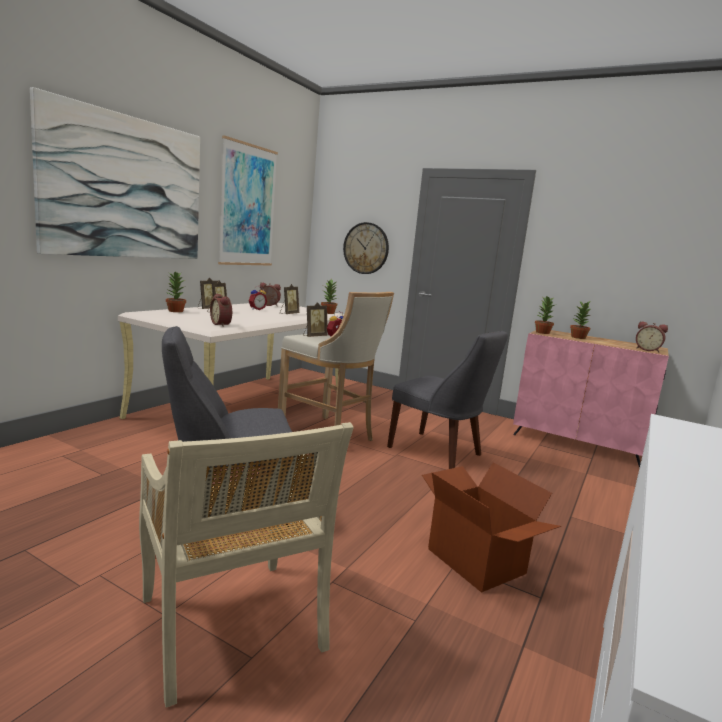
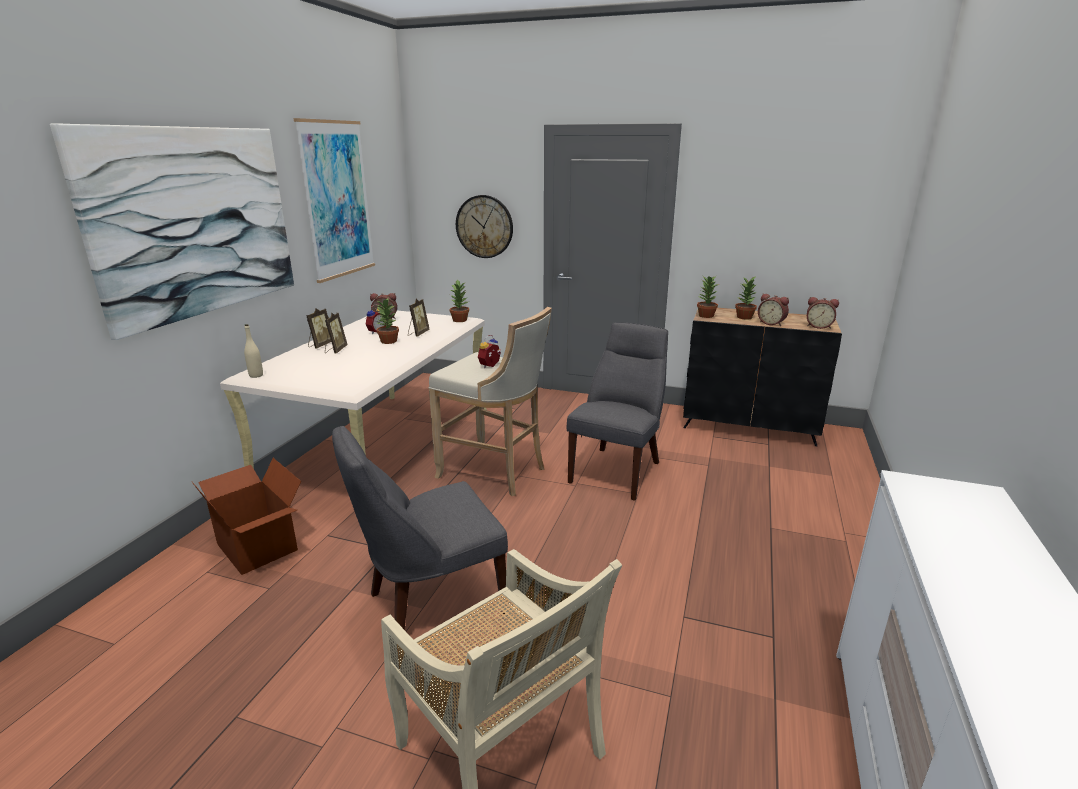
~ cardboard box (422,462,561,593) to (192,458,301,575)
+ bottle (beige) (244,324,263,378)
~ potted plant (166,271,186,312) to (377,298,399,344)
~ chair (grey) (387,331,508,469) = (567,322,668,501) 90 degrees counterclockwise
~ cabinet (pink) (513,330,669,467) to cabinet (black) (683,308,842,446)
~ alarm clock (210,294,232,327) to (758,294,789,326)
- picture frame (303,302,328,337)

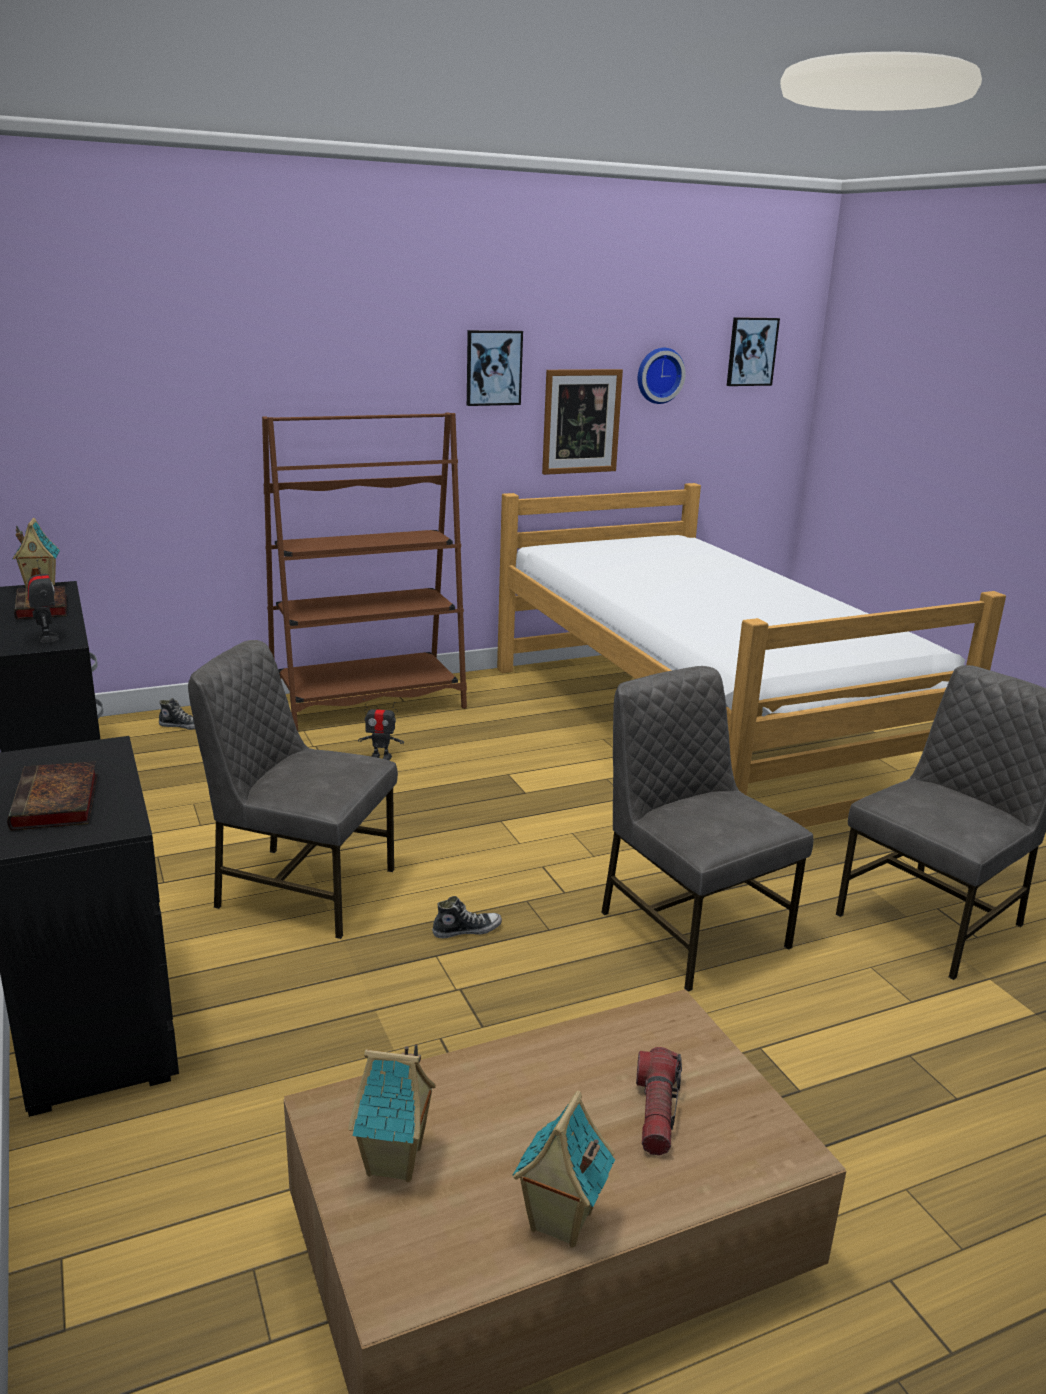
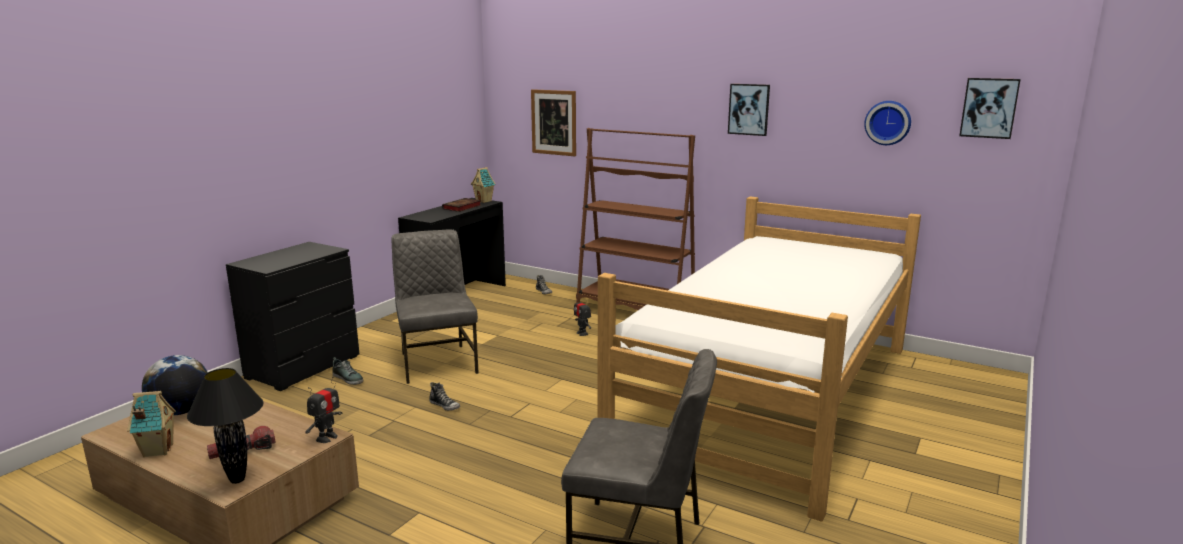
~ toy house (348,1044,436,1182) to globe (142,355,208,415)
+ table lamp (black) (187,368,264,484)
~ toy robot (27,560,59,643) to (305,377,342,443)
+ shoe (333,357,363,385)
~ picture (542,369,623,475) to (531,89,576,156)
- book (7,761,98,831)
- chair (grey) (601,666,813,992)

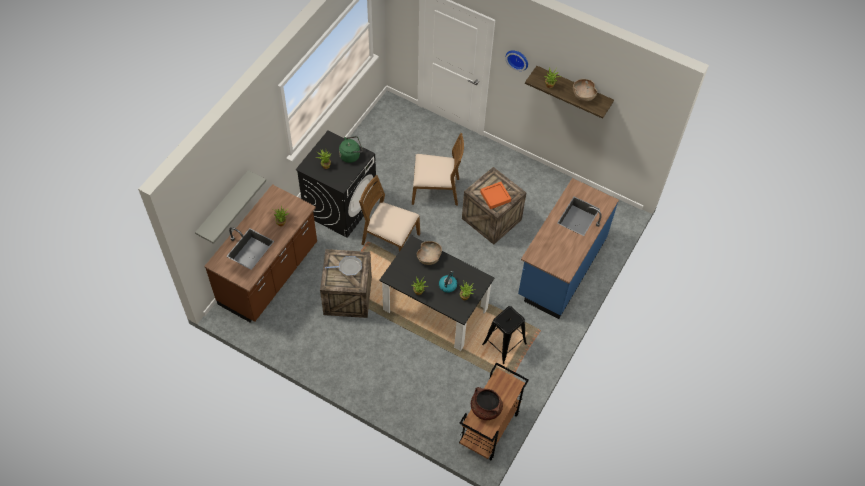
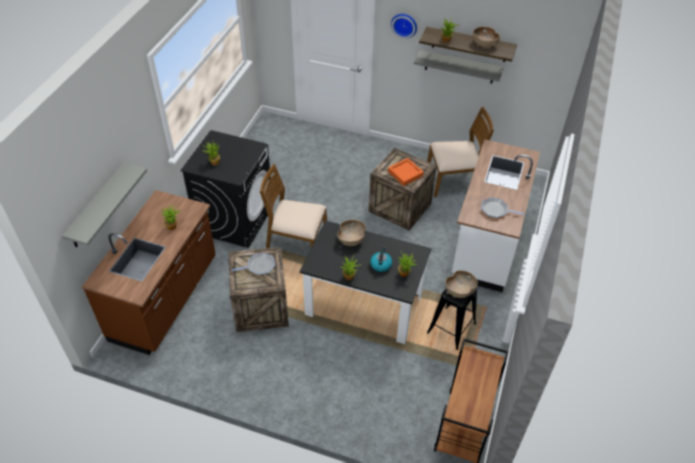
+ shelf (grey) (414,50,504,84)
~ chair (brown) (412,133,464,205) to (427,106,494,197)
+ bowl (brown) (445,270,478,298)
~ counter (blue) (518,178,619,319) to counter (white) (452,139,540,292)
+ frying pan (481,197,524,218)
- kettle (green) (339,136,363,163)
- cooking pot (brown) (471,387,503,420)

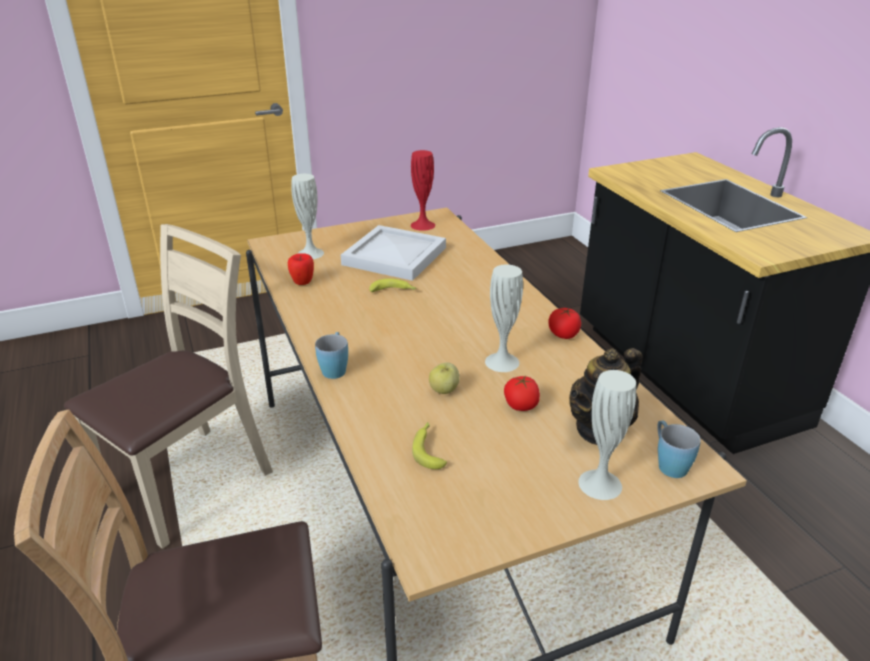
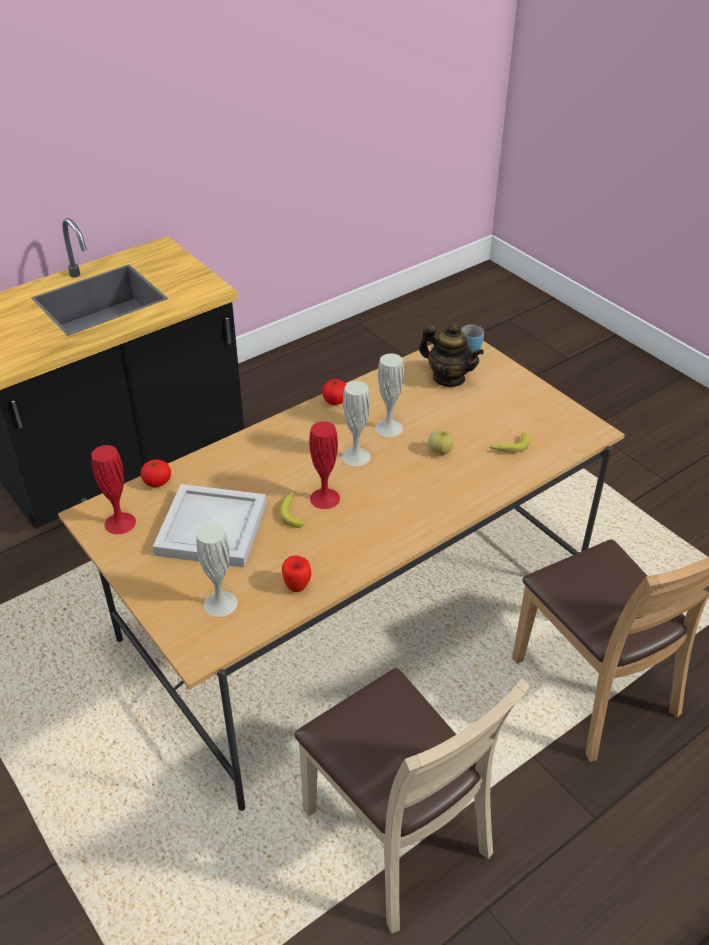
~ tomato (504,376,540,411) to (141,460,171,487)
~ chair (beige) (64,224,273,549) = (294,668,530,934) 150 degrees counterclockwise
+ vase (red) (309,421,340,509)
~ vase (white) (578,370,636,500) to (342,381,371,466)
- mug (blue) (315,332,348,379)

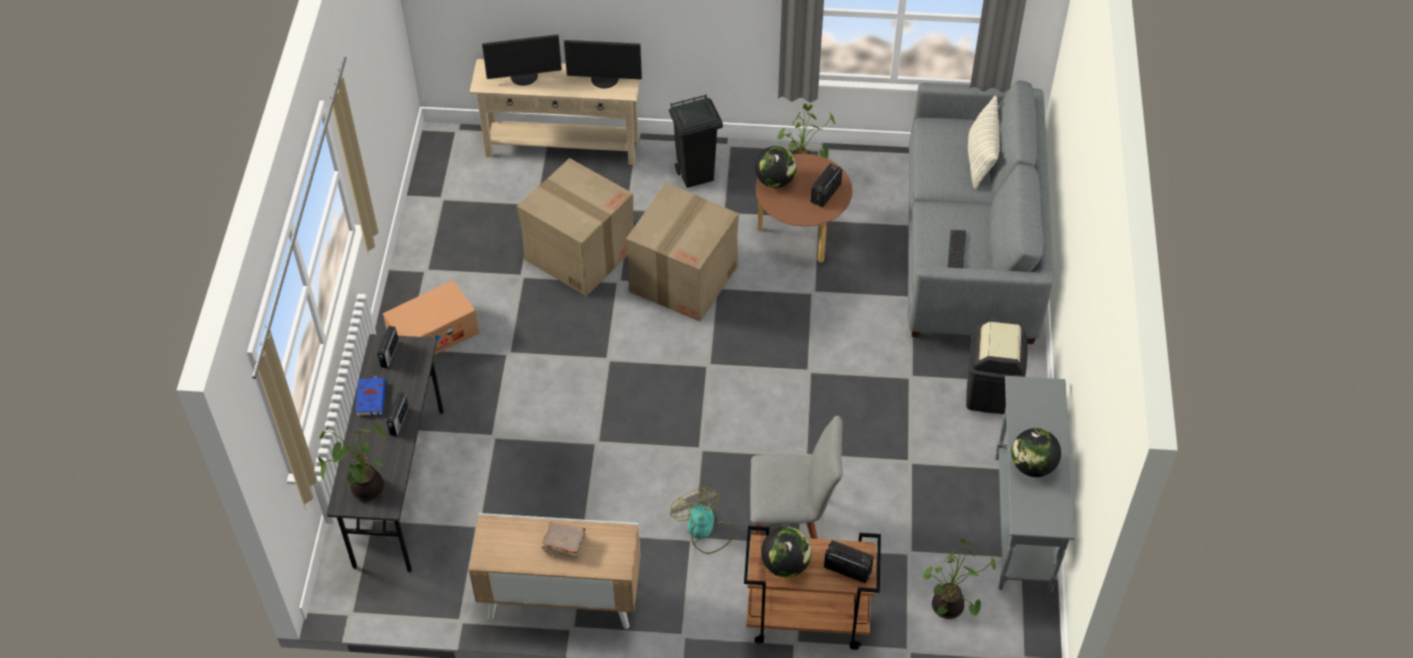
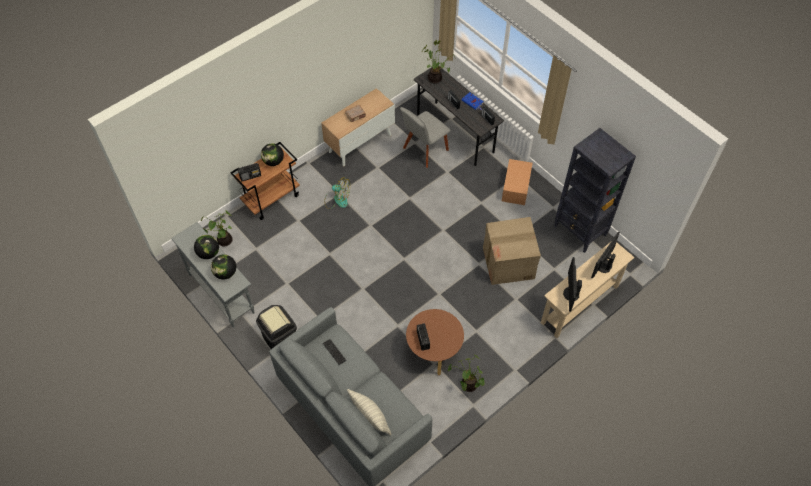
~ globe (755,146,797,188) to (211,255,236,280)
~ chair (grey) (750,416,843,539) to (400,107,450,168)
+ bookcase (black) (554,128,636,253)
~ monitor (564,40,642,88) = (563,257,582,312) 45 degrees counterclockwise
- cardboard box (626,183,739,322)
- trash can (black) (669,94,723,188)

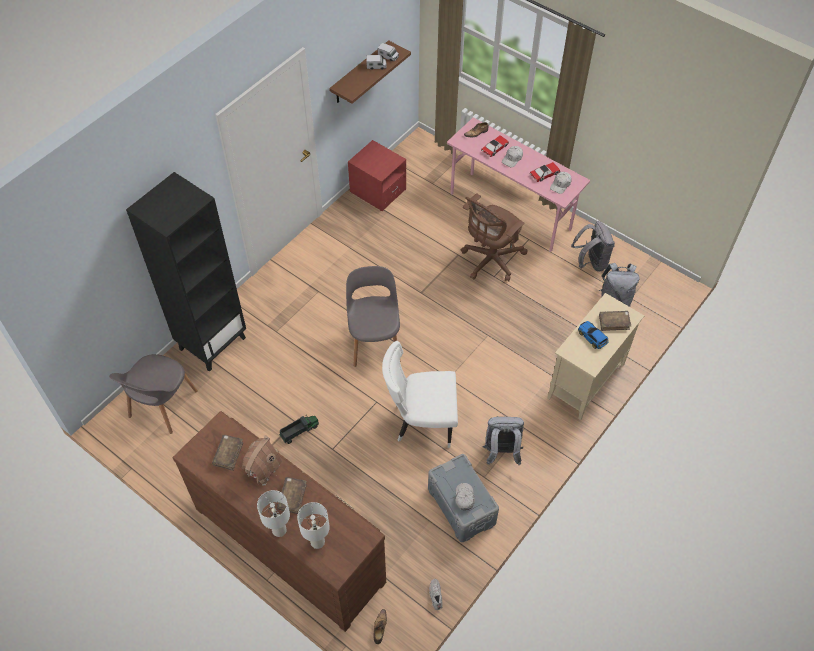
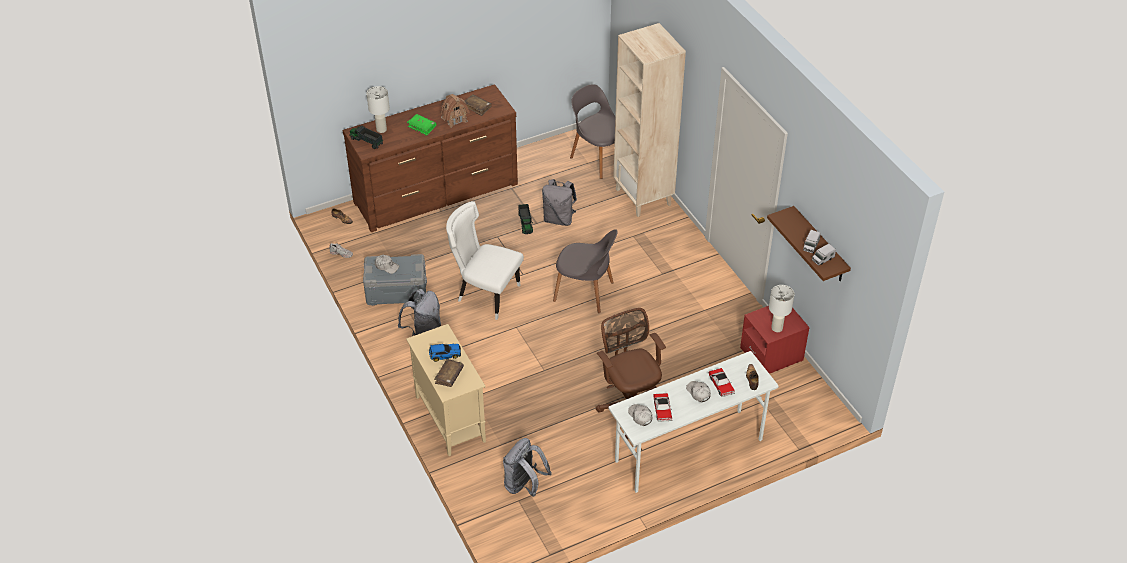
+ toy truck (349,126,383,149)
~ book (brown) (277,477,307,514) to book (green) (407,114,436,136)
~ chair (white) (382,341,458,448) = (446,201,524,320) 90 degrees counterclockwise
~ backpack (grey) (571,221,615,272) to (542,179,577,226)
~ desk (pink) (447,118,590,252) to desk (white) (609,351,779,493)
~ bookcase (black) (126,172,246,372) to bookcase (beige) (613,23,686,217)
~ table lamp (white) (257,490,290,537) to (769,285,795,332)

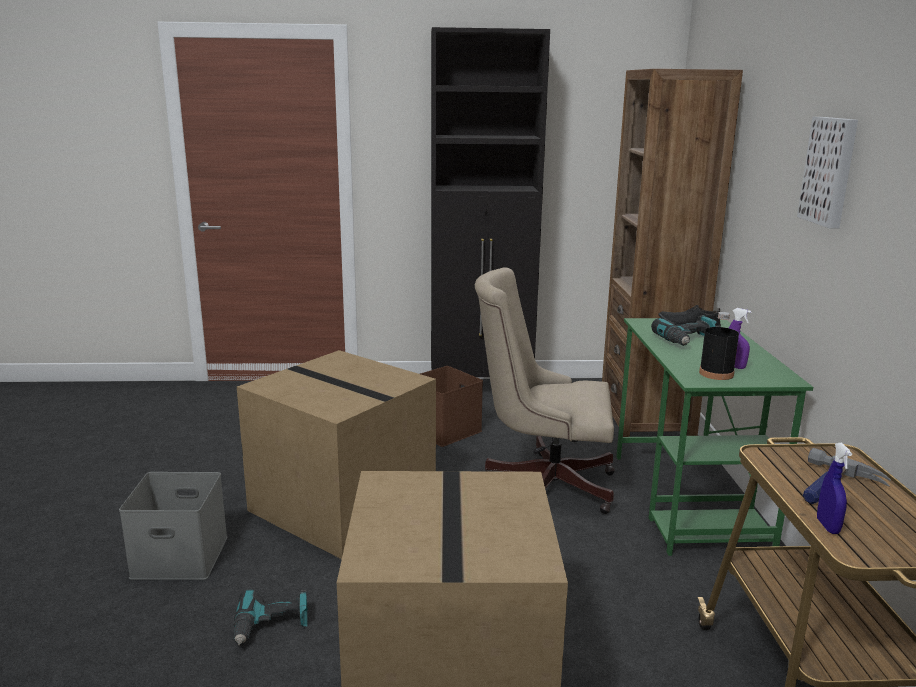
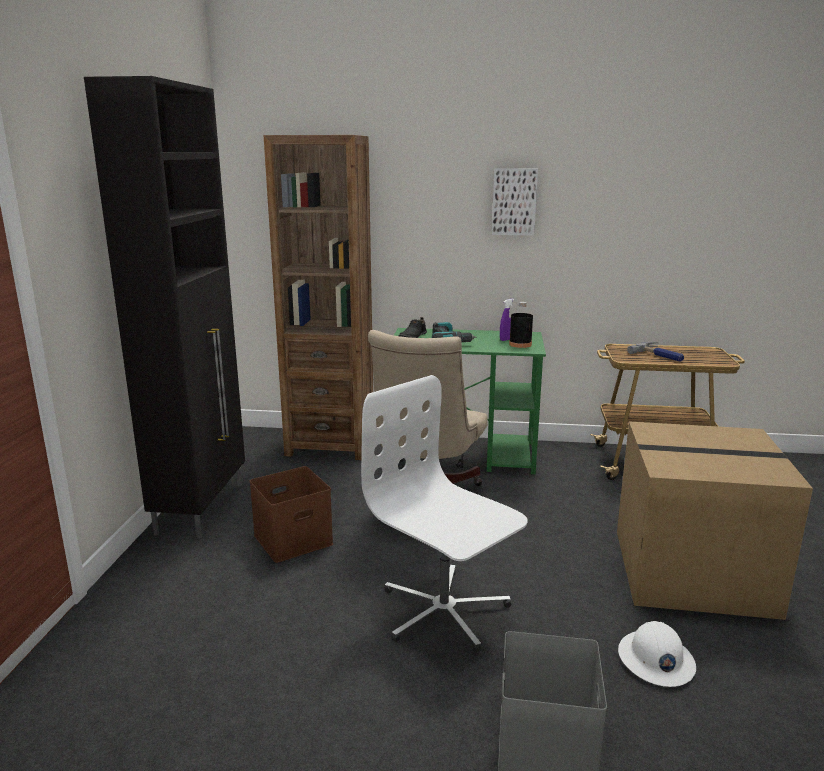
~ cardboard box (237,350,436,559) to office chair (white) (361,375,528,653)
~ power drill (233,589,307,645) to hard hat (white) (618,621,696,687)
- spray bottle (blue) (817,443,852,534)

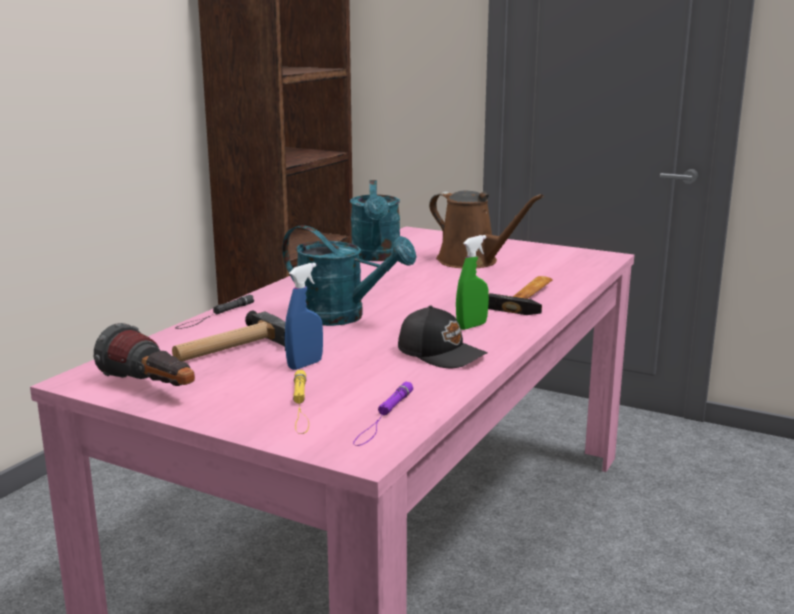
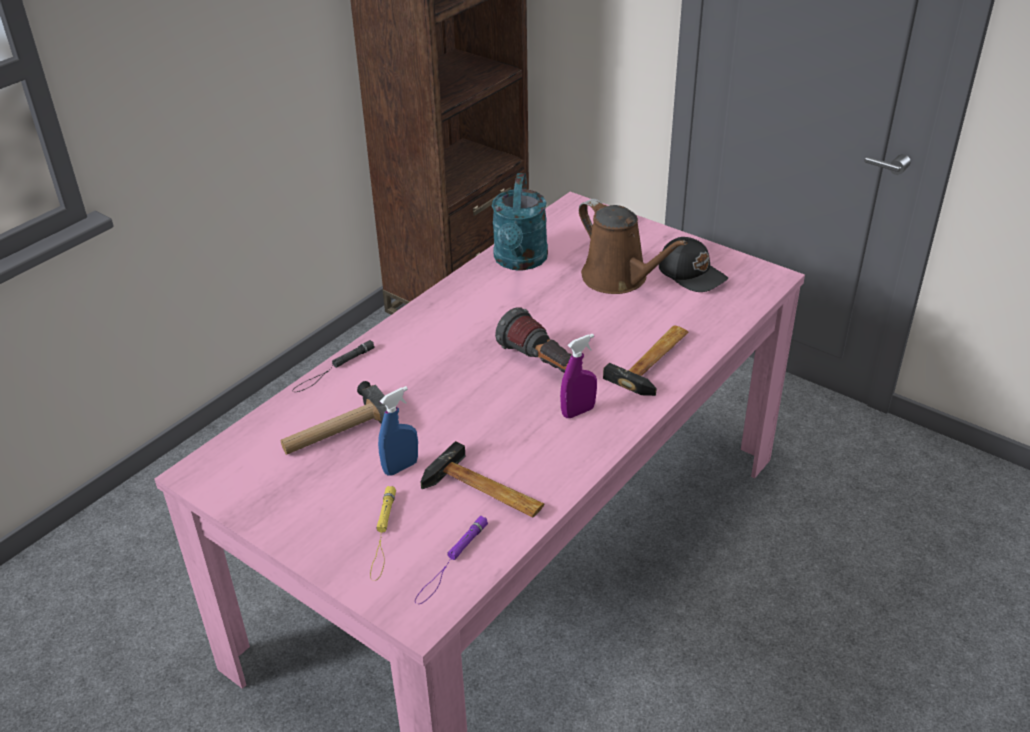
+ hammer (421,441,544,518)
~ flashlight (94,323,195,386) to (495,307,572,373)
~ spray bottle (green) (456,235,489,330) to spray bottle (purple) (560,334,597,418)
~ cap (black) (398,305,488,368) to (659,237,728,292)
- watering can (turquoise) (282,225,417,326)

